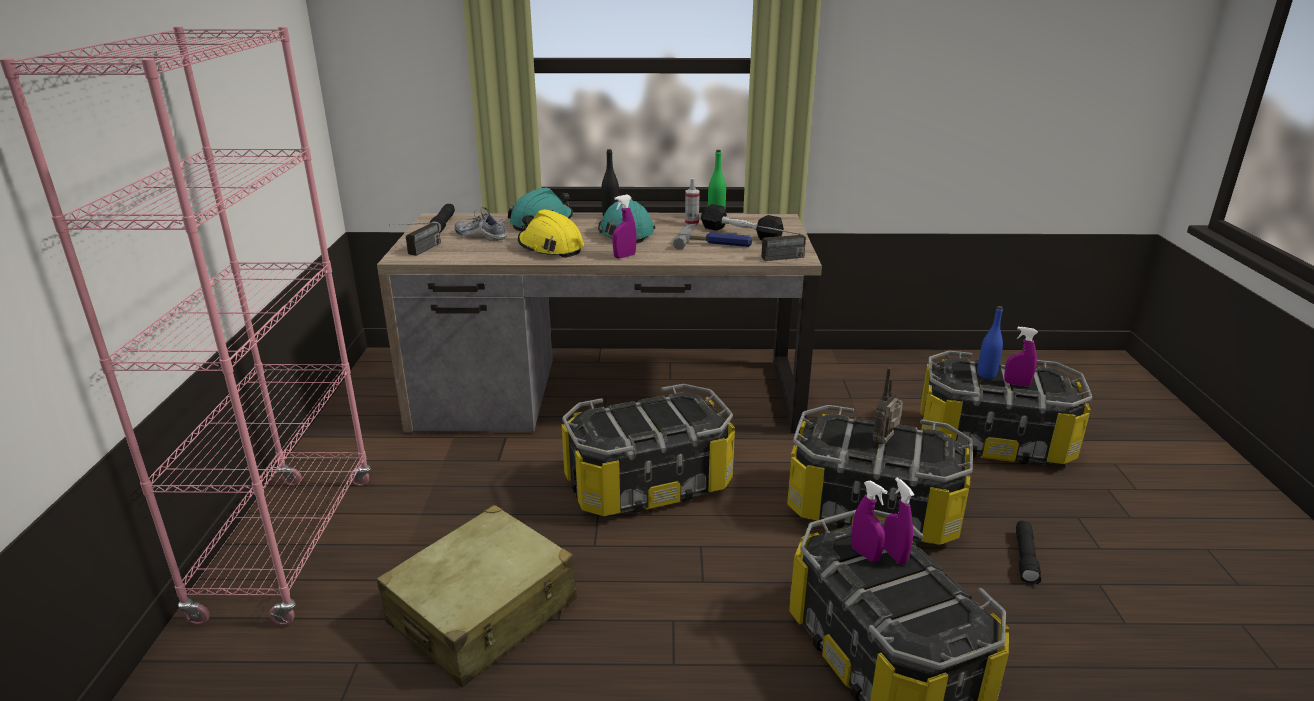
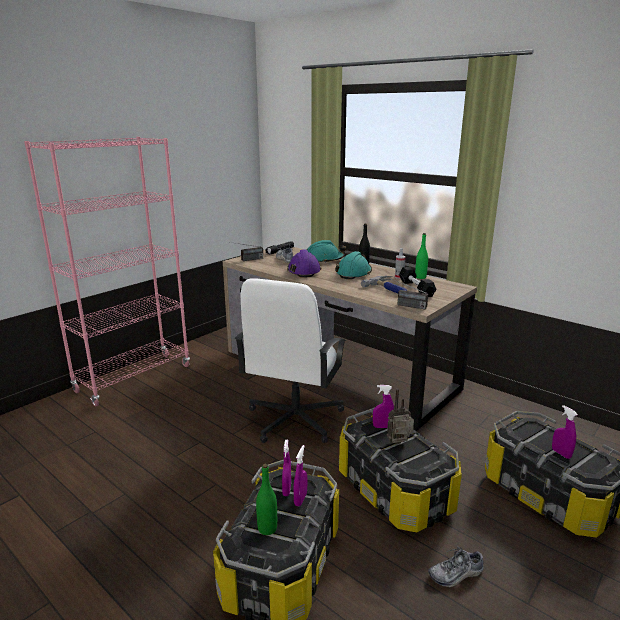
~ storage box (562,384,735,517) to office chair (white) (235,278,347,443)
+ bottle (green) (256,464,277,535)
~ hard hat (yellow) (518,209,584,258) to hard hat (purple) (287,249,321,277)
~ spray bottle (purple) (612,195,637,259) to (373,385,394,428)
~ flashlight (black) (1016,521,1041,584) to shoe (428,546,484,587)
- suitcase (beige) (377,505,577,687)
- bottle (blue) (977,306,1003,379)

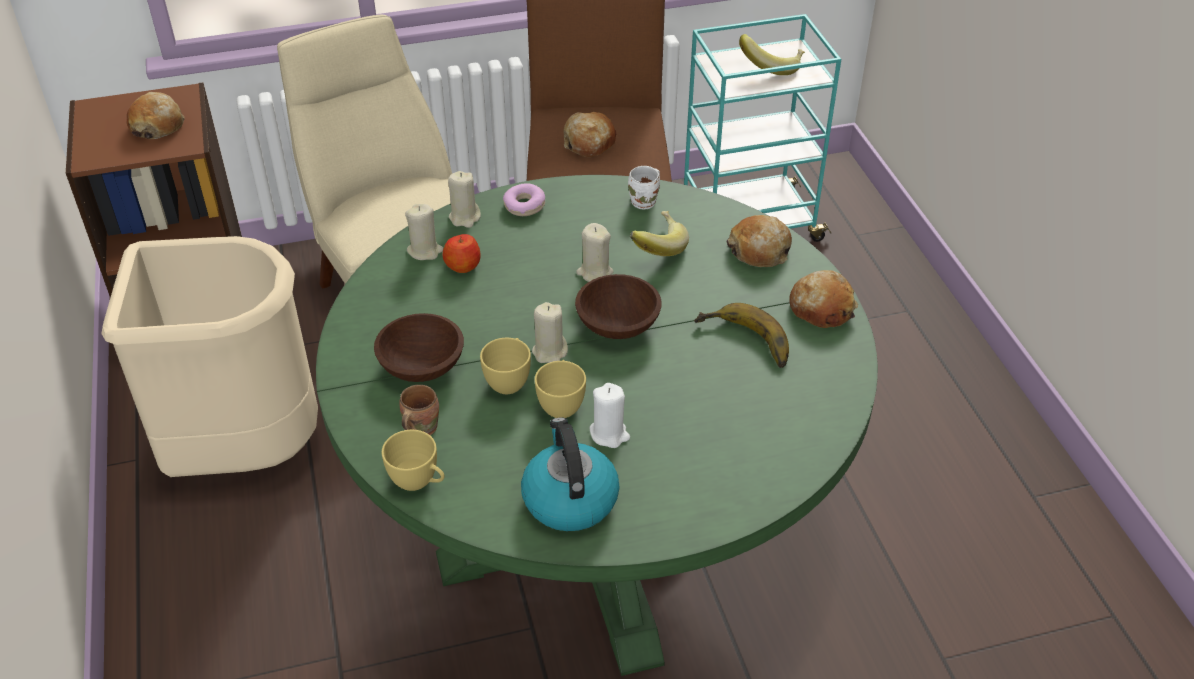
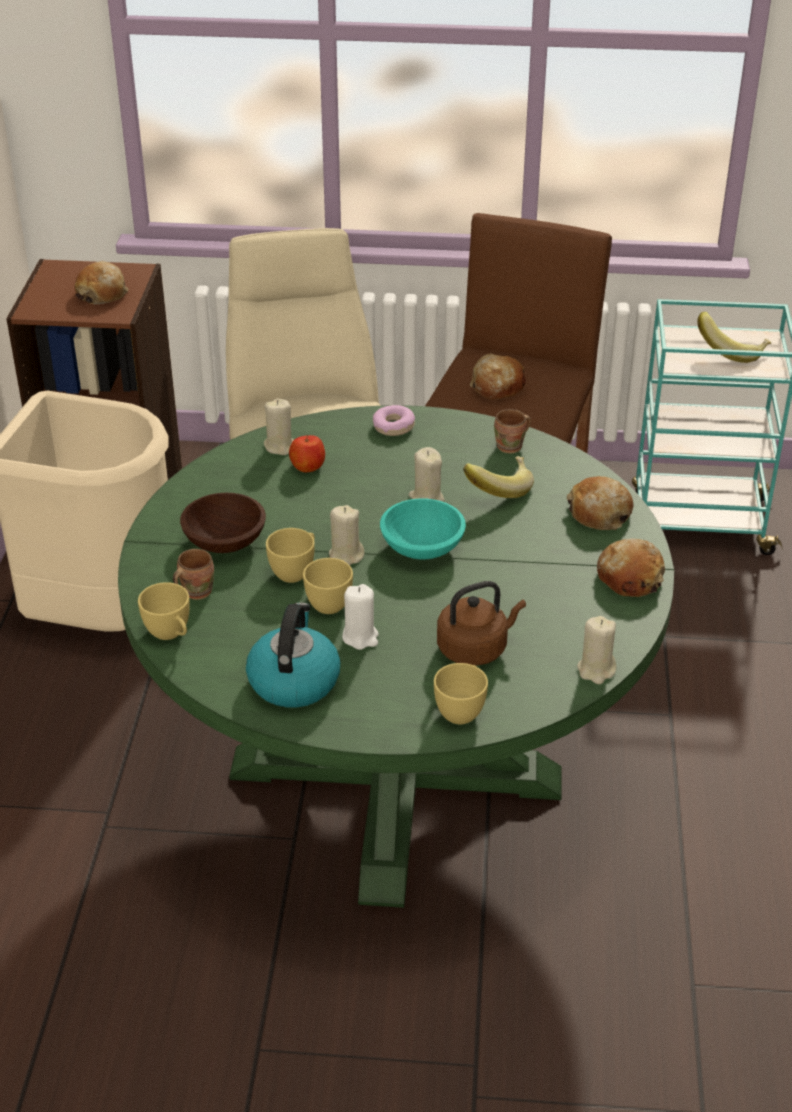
~ bowl (brown) (575,274,662,339) to bowl (turquoise) (380,499,466,559)
+ cup (yellow) (434,663,488,724)
+ kettle (brown) (437,581,526,666)
~ mug (white) (628,166,660,209) to mug (brown) (494,409,531,454)
~ candle (beige) (448,171,481,228) to (577,616,617,684)
- banana (694,303,789,368)

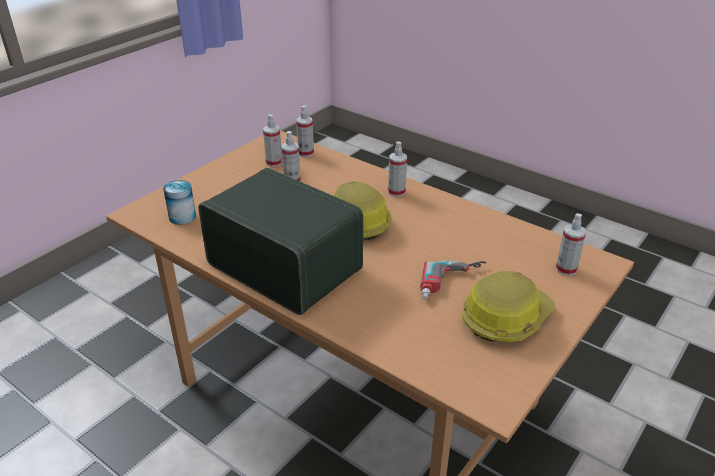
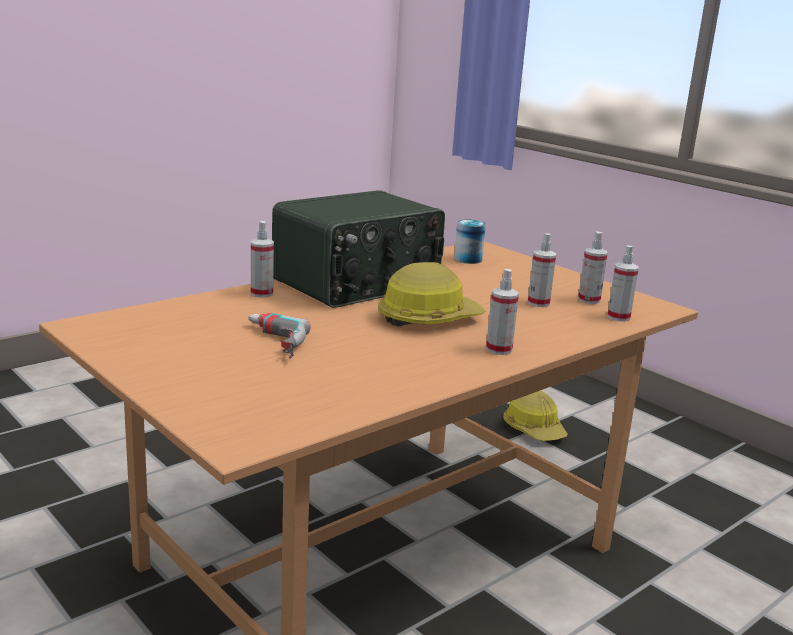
~ spray bottle (556,213,586,276) to (251,221,274,298)
~ hard hat (462,271,555,342) to (503,390,568,441)

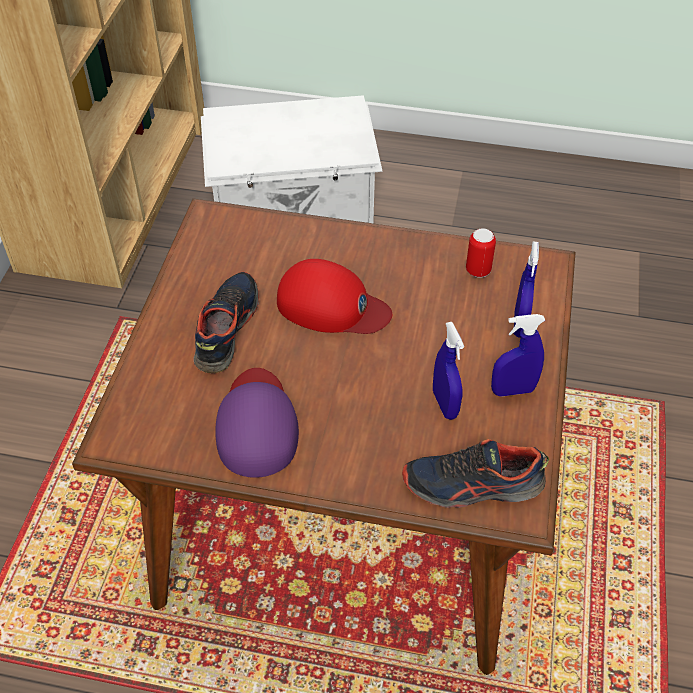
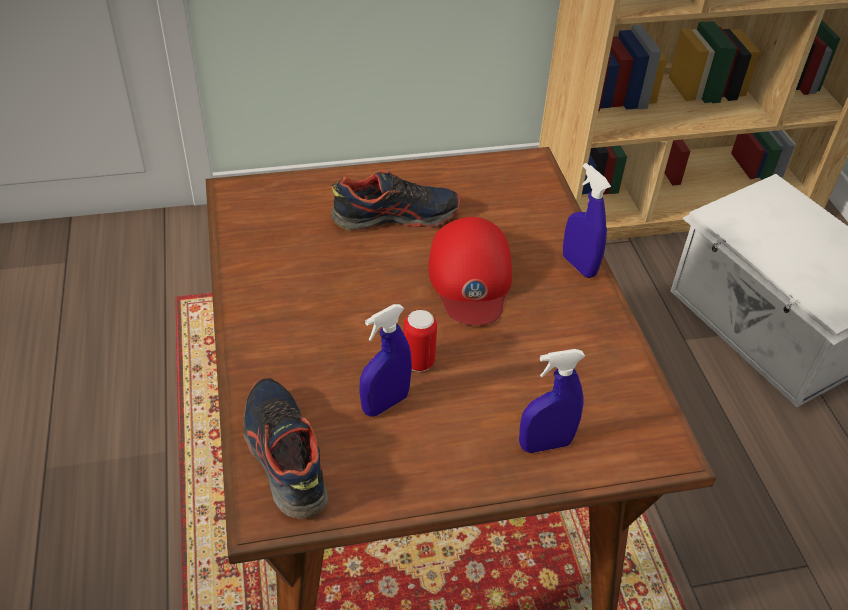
~ can (466,228,496,278) to (404,310,437,372)
~ spray bottle (blue) (491,314,545,397) to (563,163,611,278)
- cap (purple) (215,368,299,478)

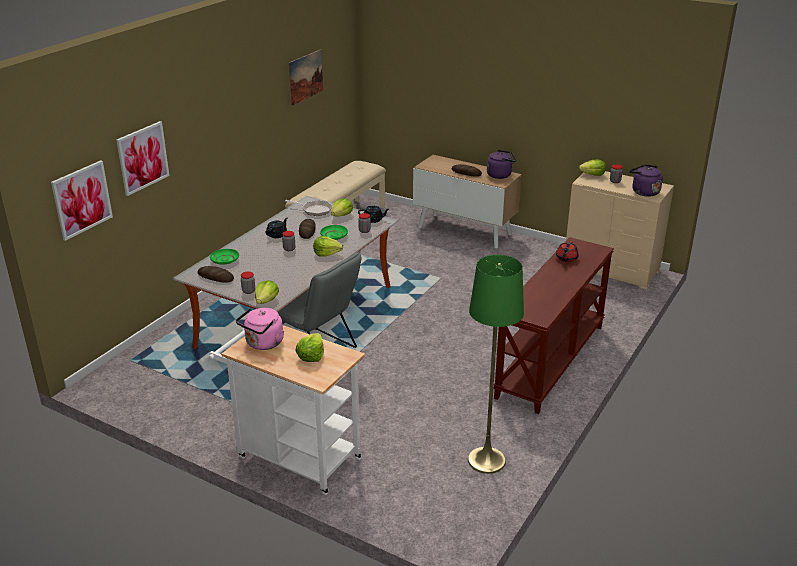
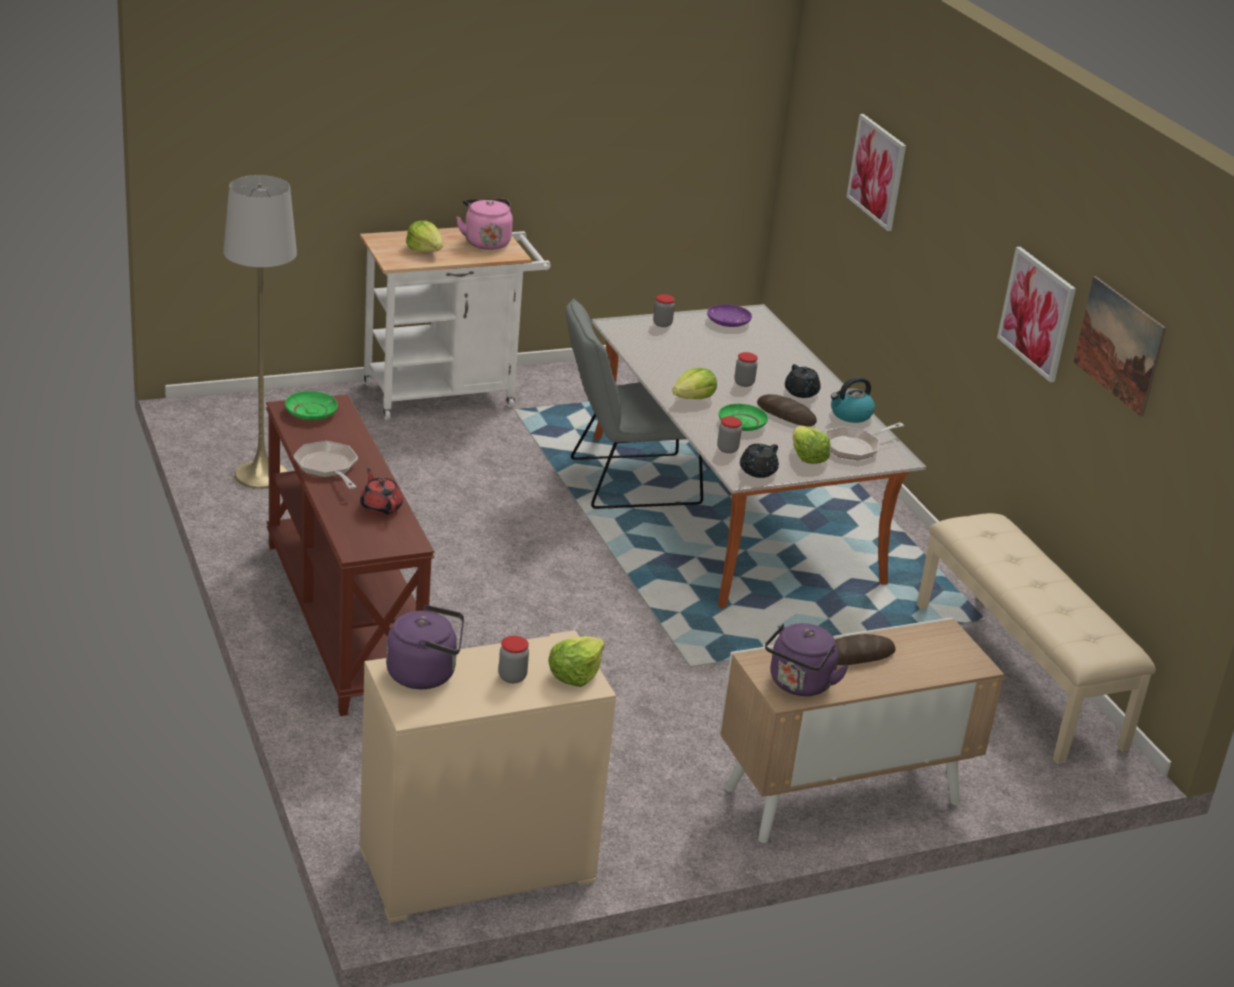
~ floor lamp (green) (468,255,524,474) to floor lamp (grey) (223,175,297,489)
~ plate (green) (210,249,239,265) to (285,391,338,420)
+ frying pan (293,441,358,489)
~ bread (197,266,234,282) to plate (purple) (707,304,752,327)
+ kettle (831,376,875,423)
~ picture (51,160,113,241) to (997,247,1076,382)
- lettuce (255,280,279,304)

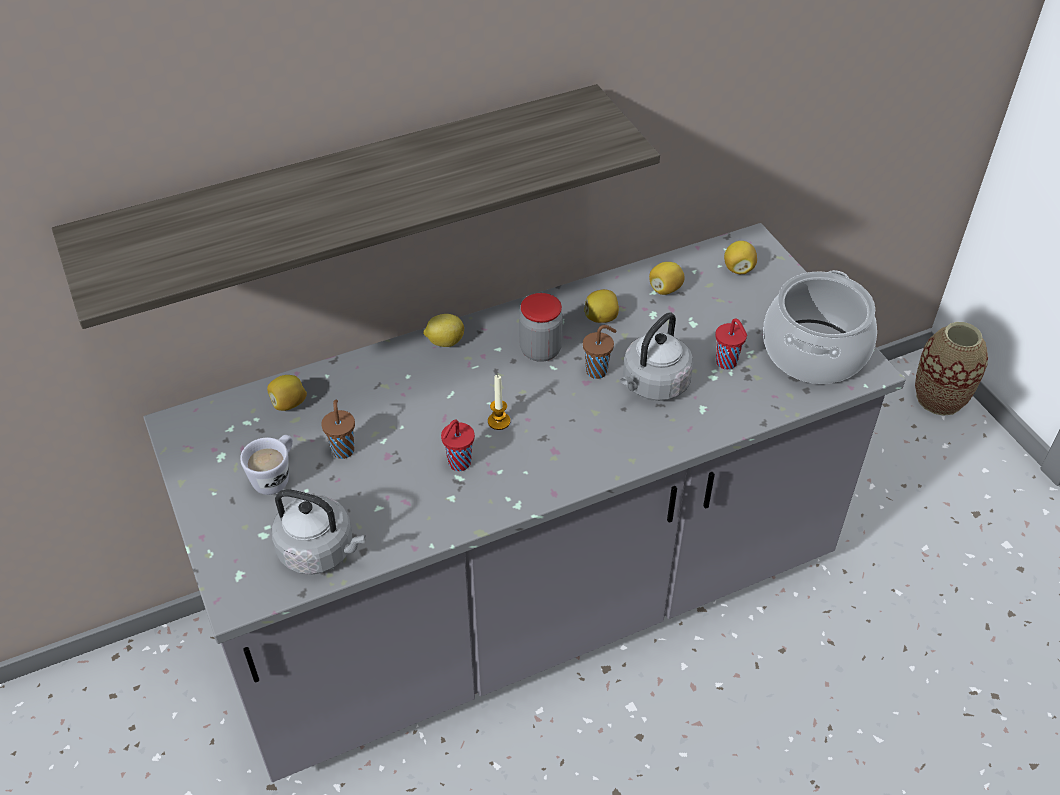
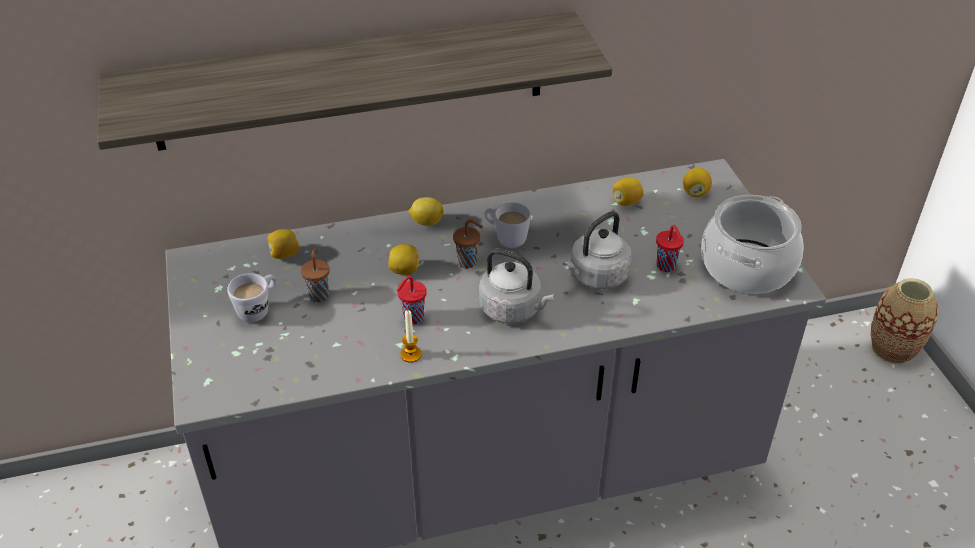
~ lemon (584,289,619,323) to (388,244,419,275)
~ candle (488,375,510,430) to (401,310,422,363)
~ cup (brown) (583,325,617,379) to (453,219,483,269)
~ kettle (grey) (272,489,366,575) to (479,248,555,323)
~ jar (519,293,563,362) to mug (white) (484,202,531,248)

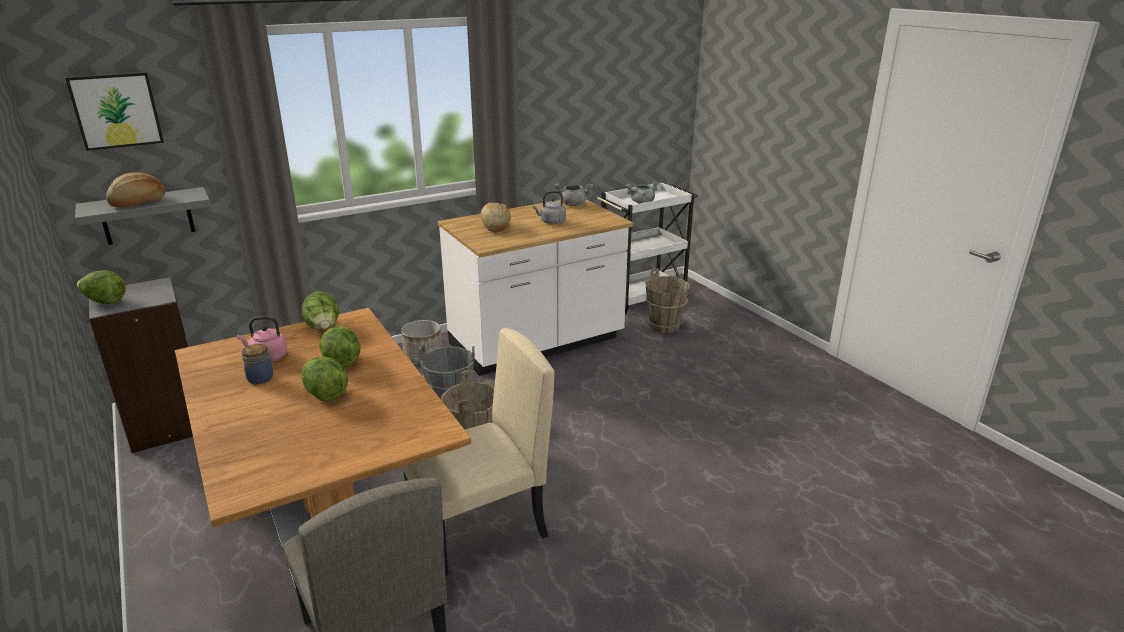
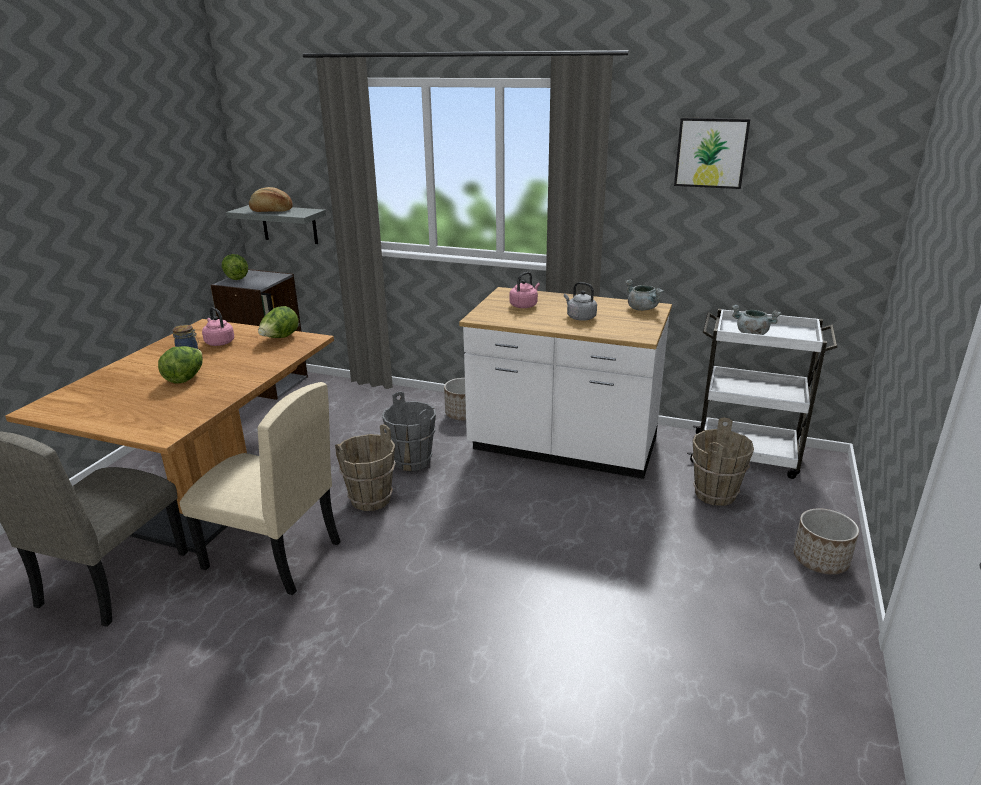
~ bread (481,202,511,232) to kettle (pink) (509,272,540,308)
~ picture (65,72,164,151) to (674,118,751,189)
+ planter (793,508,859,575)
- lettuce (319,327,360,368)

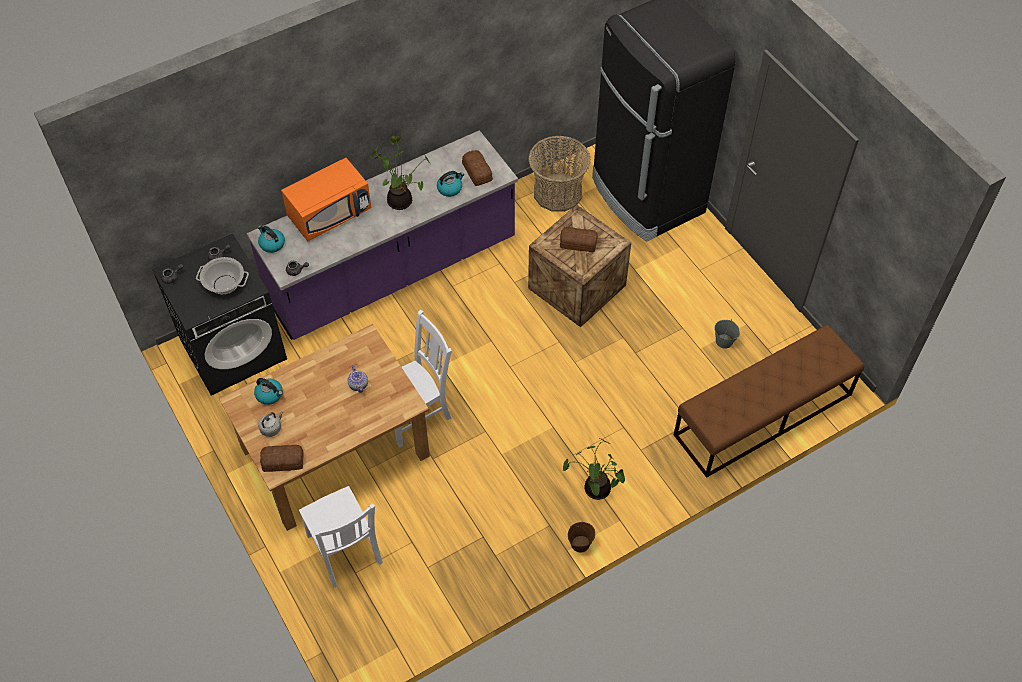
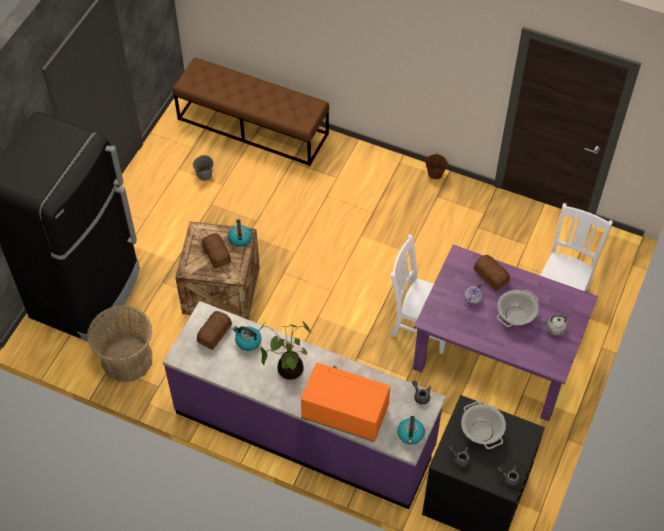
~ kettle (254,378,283,405) to (228,219,252,247)
~ dining table (brown) (219,324,430,531) to dining table (purple) (413,245,598,421)
~ bread (260,445,303,472) to (474,255,510,290)
+ cooking pot (497,290,539,327)
- potted plant (563,438,625,500)

